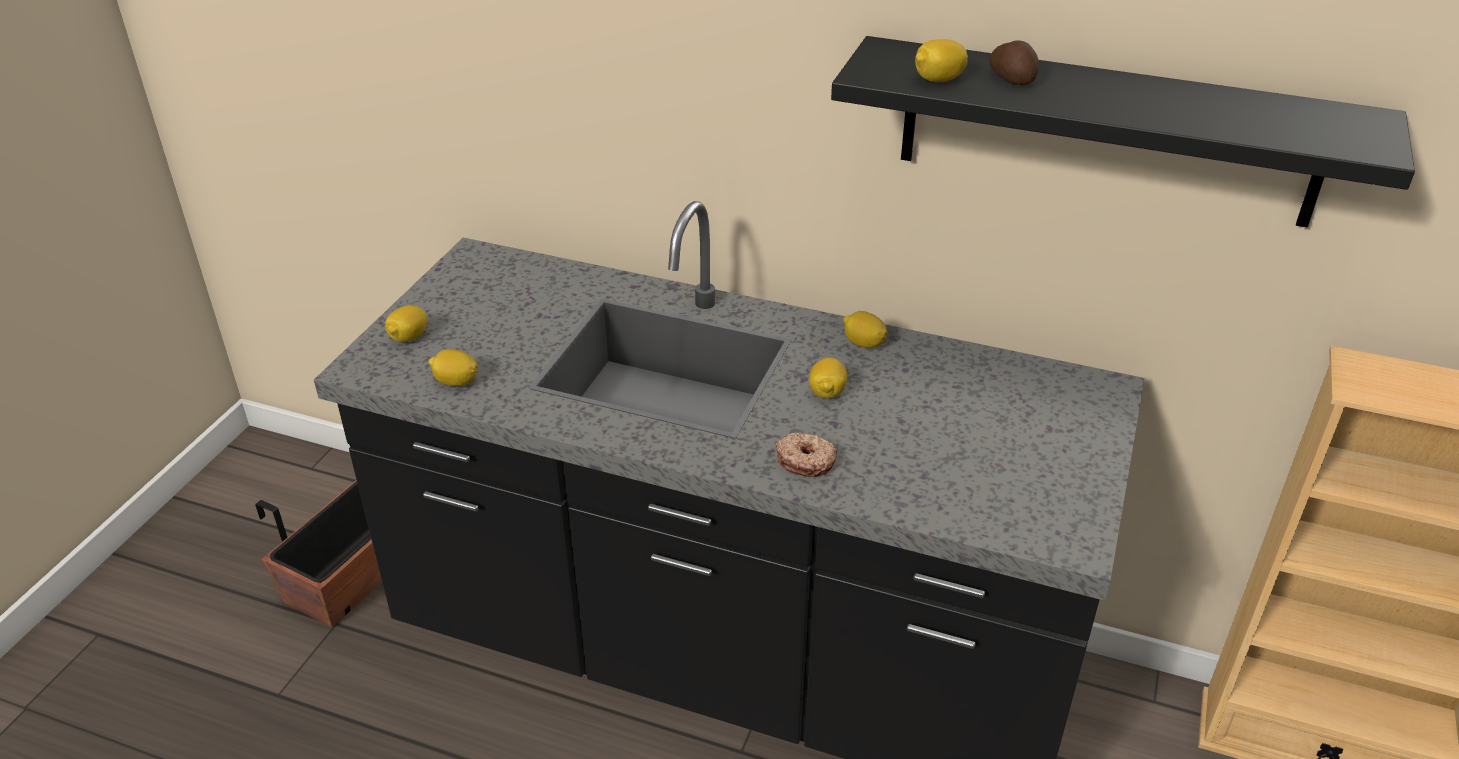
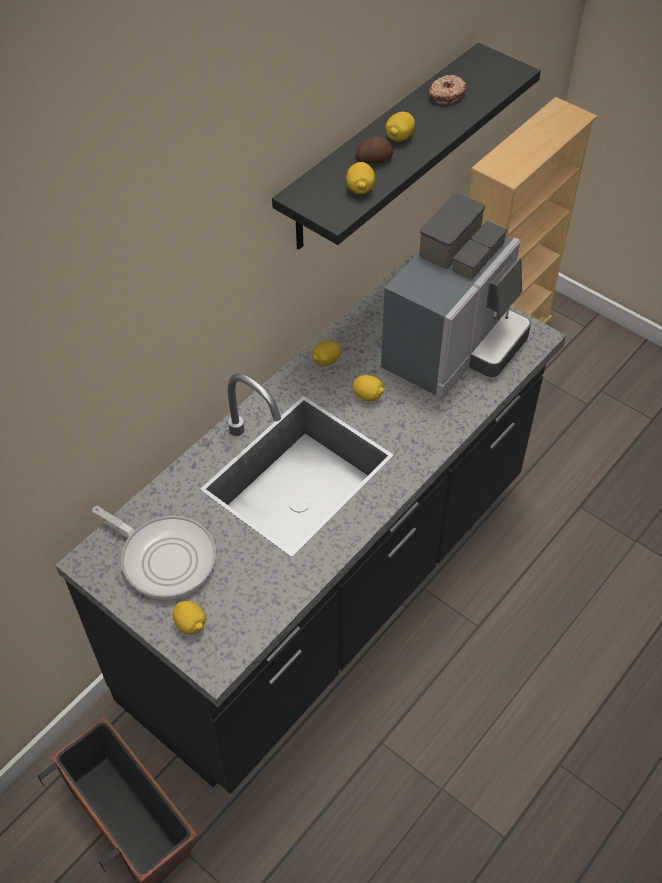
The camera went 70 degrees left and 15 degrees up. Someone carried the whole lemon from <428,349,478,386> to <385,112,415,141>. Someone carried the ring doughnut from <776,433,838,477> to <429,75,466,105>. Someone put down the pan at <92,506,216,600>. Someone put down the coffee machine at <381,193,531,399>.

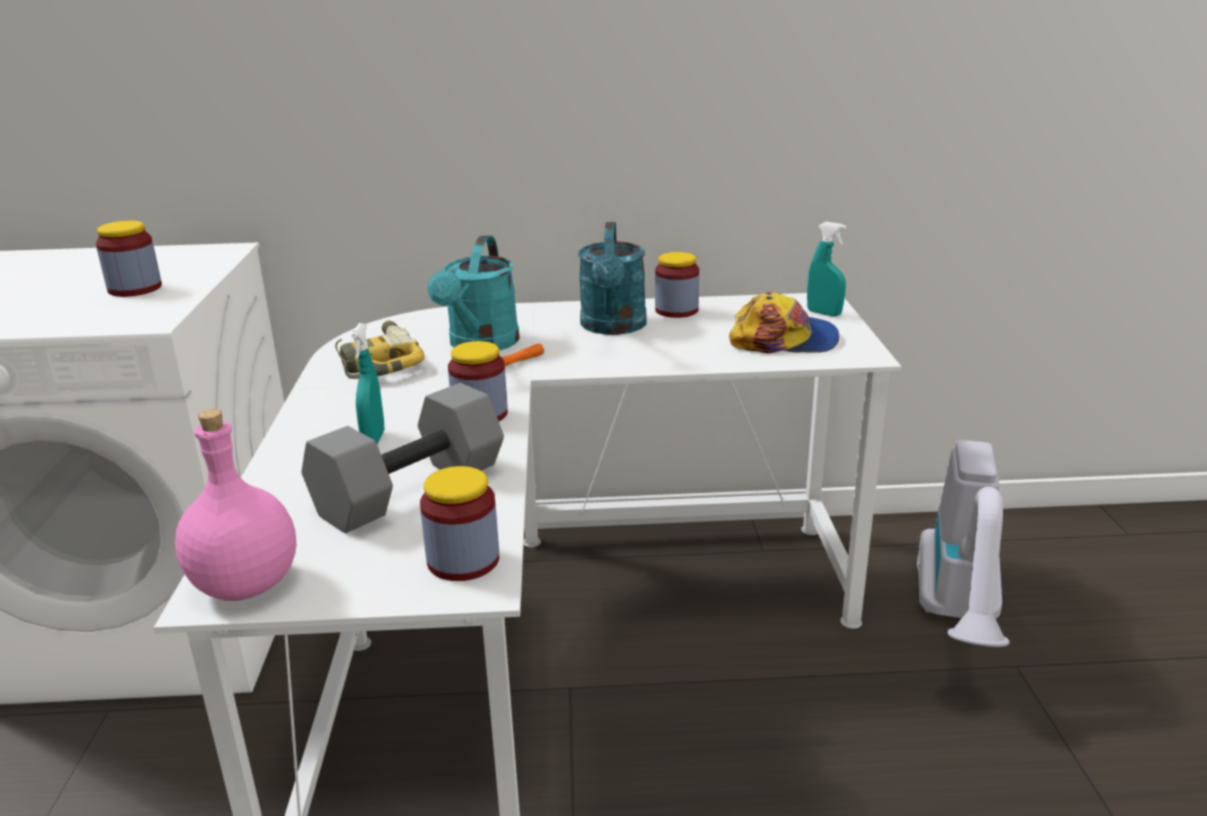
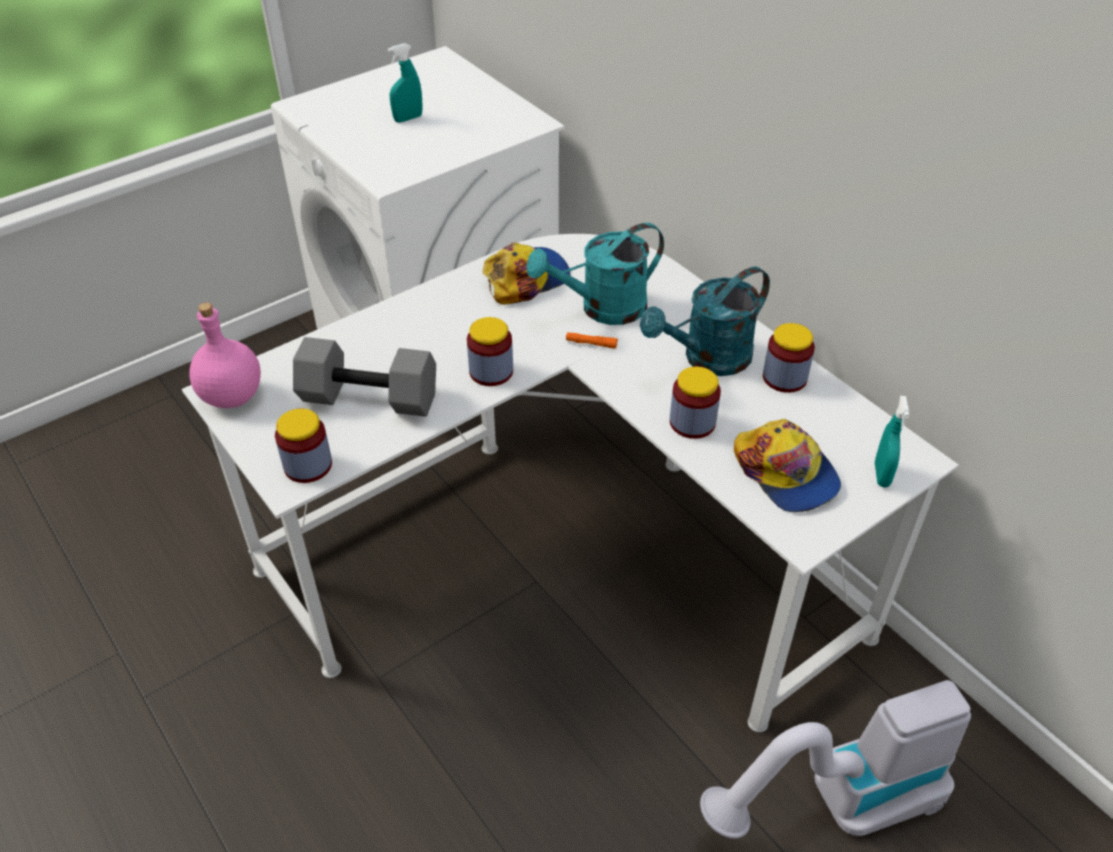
The camera went 55 degrees right and 20 degrees up. Someone carried the jar from <96,221,162,297> to <670,367,721,439>. Someone swapped the drill at <335,320,425,379> for the baseball cap at <483,242,570,305>. Someone carried the sprayer (blue-green) from <351,323,385,445> to <388,43,423,123>.

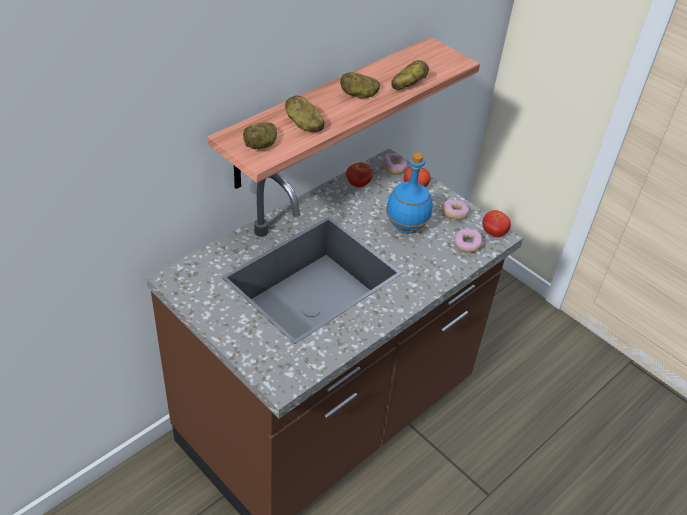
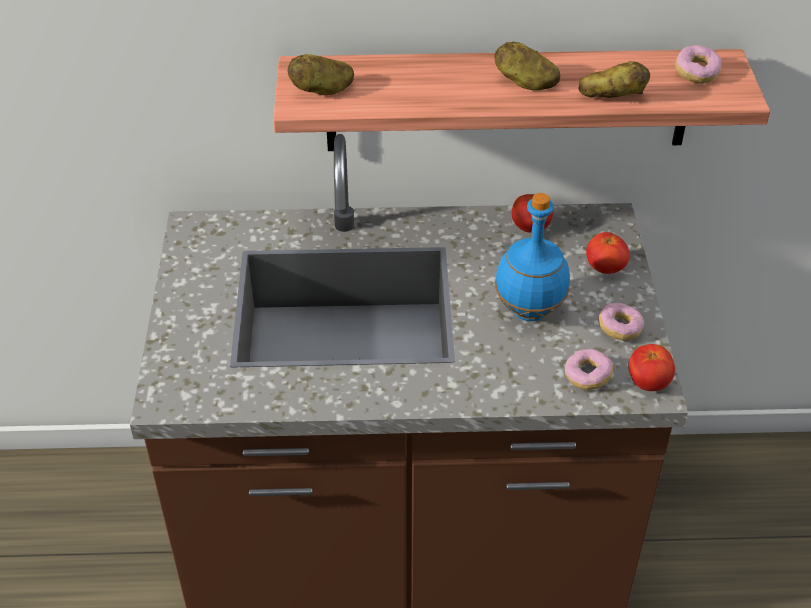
The camera went 45 degrees right and 0 degrees up. Someone took away the whole potato at <285,95,325,132>. Someone carried the ring doughnut from <382,153,408,175> to <675,45,722,83>.

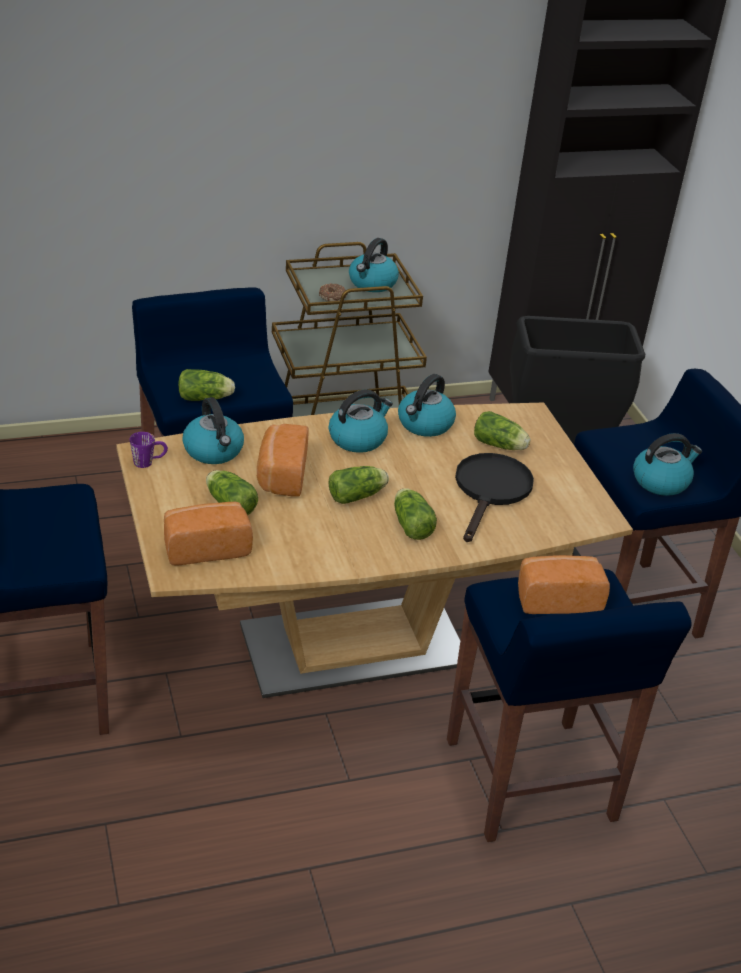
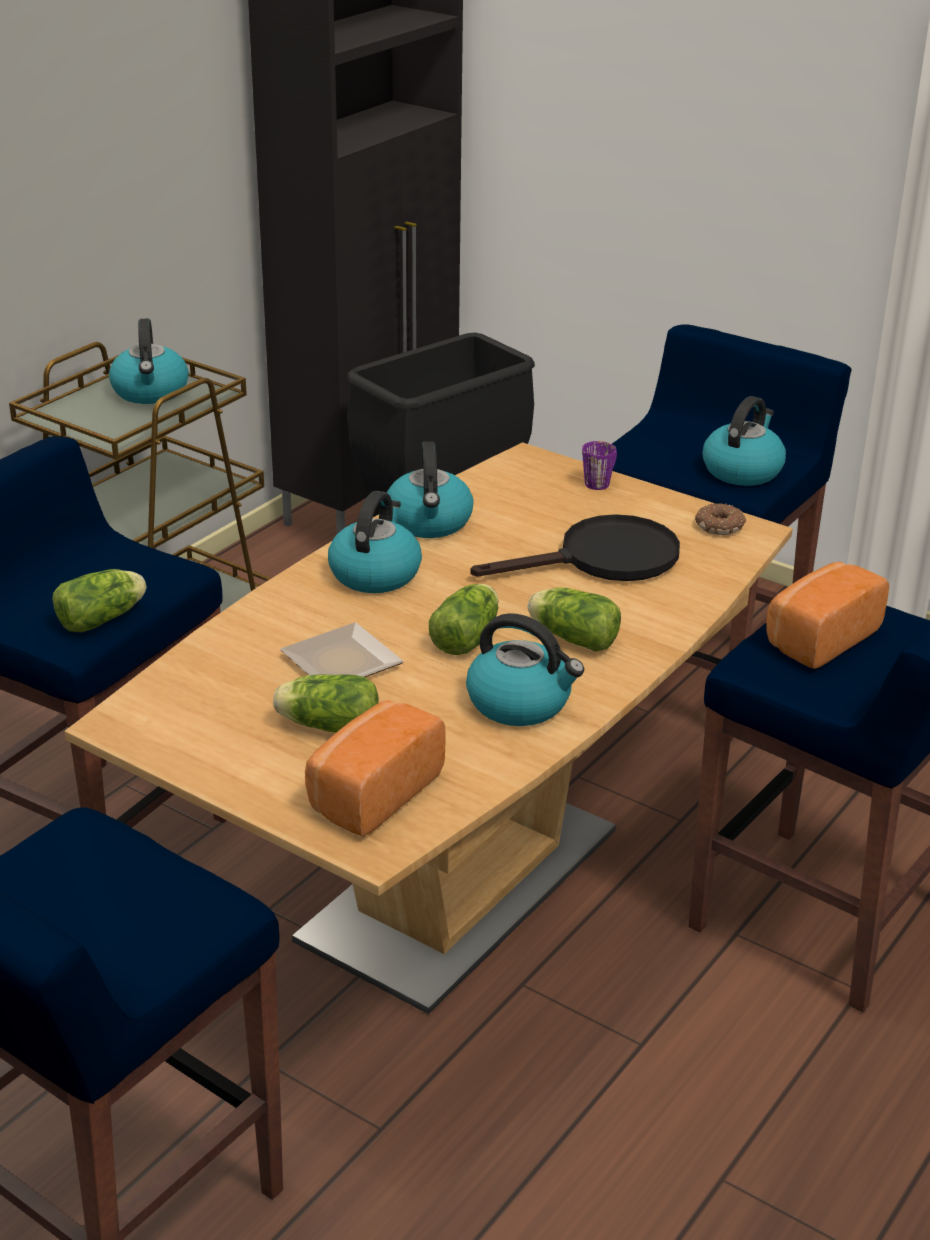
The camera went 35 degrees left and 5 degrees down. Someone carried the mug (purple-coloured) from <130,432,168,468> to <582,441,617,490>. Someone carried the tea kettle from <182,397,244,464> to <466,613,584,726>. Someone swapped the baked bread at <257,424,308,497> for the dinner plate at <280,622,404,677>. Someone carried the ring doughnut from <319,283,347,301> to <695,503,746,535>. Someone rotated the pan (black) at <455,453,534,542> by 90 degrees clockwise. Someone took away the lettuce head at <474,411,531,450>.

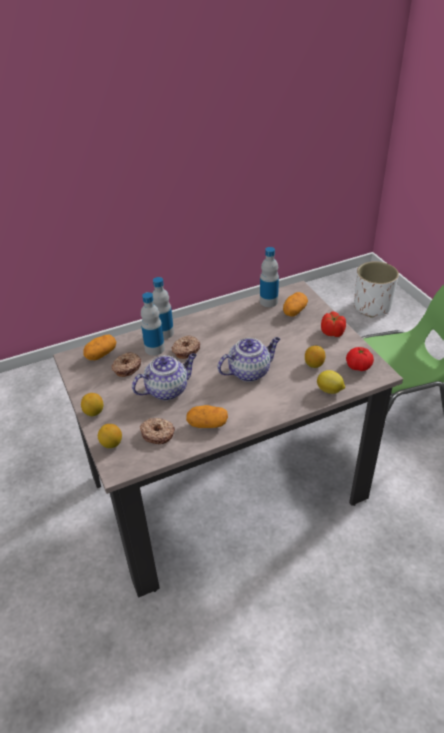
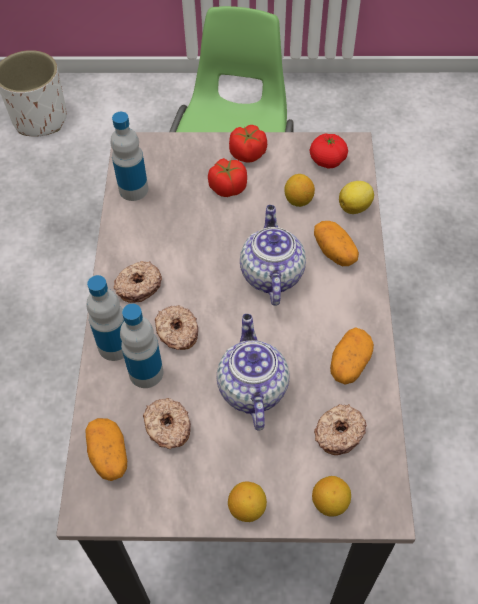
The camera went 65 degrees left and 15 degrees up. Someone carried the whole potato from <283,292,308,316> to <314,221,359,266>. Someone put down the ring doughnut at <113,261,162,303>. Someone put down the tomato at <208,158,247,197>.

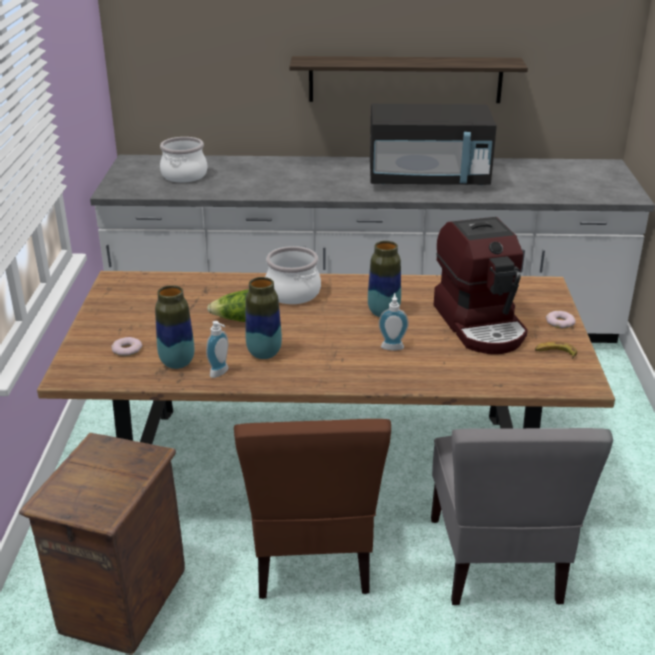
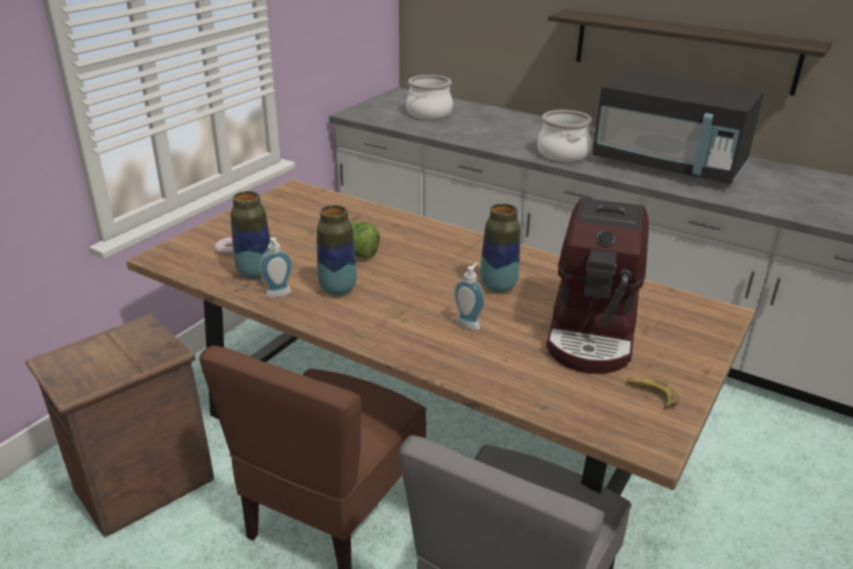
The camera went 30 degrees right and 0 degrees up. Someone carried the cooking pot from <265,246,321,304> to <537,110,592,162>. Someone took away the ring doughnut at <546,311,576,328>.

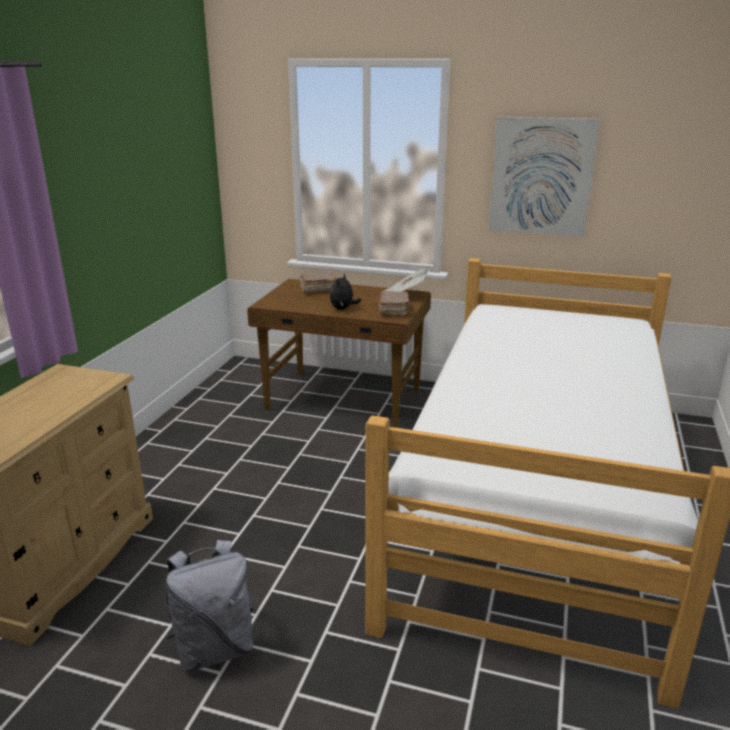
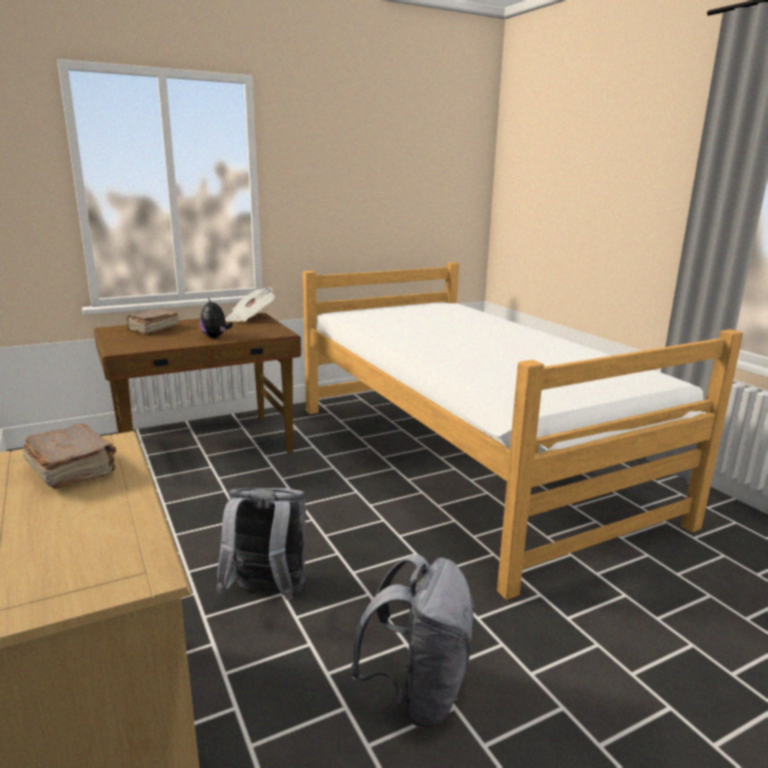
The camera went 45 degrees left and 5 degrees down. Someone carried the volume (brown-coloured) from <379,291,410,316> to <22,424,117,489>. Someone took away the wall art at <489,117,600,237>. Someone put down the rucksack (greyish) at <216,488,308,600>.

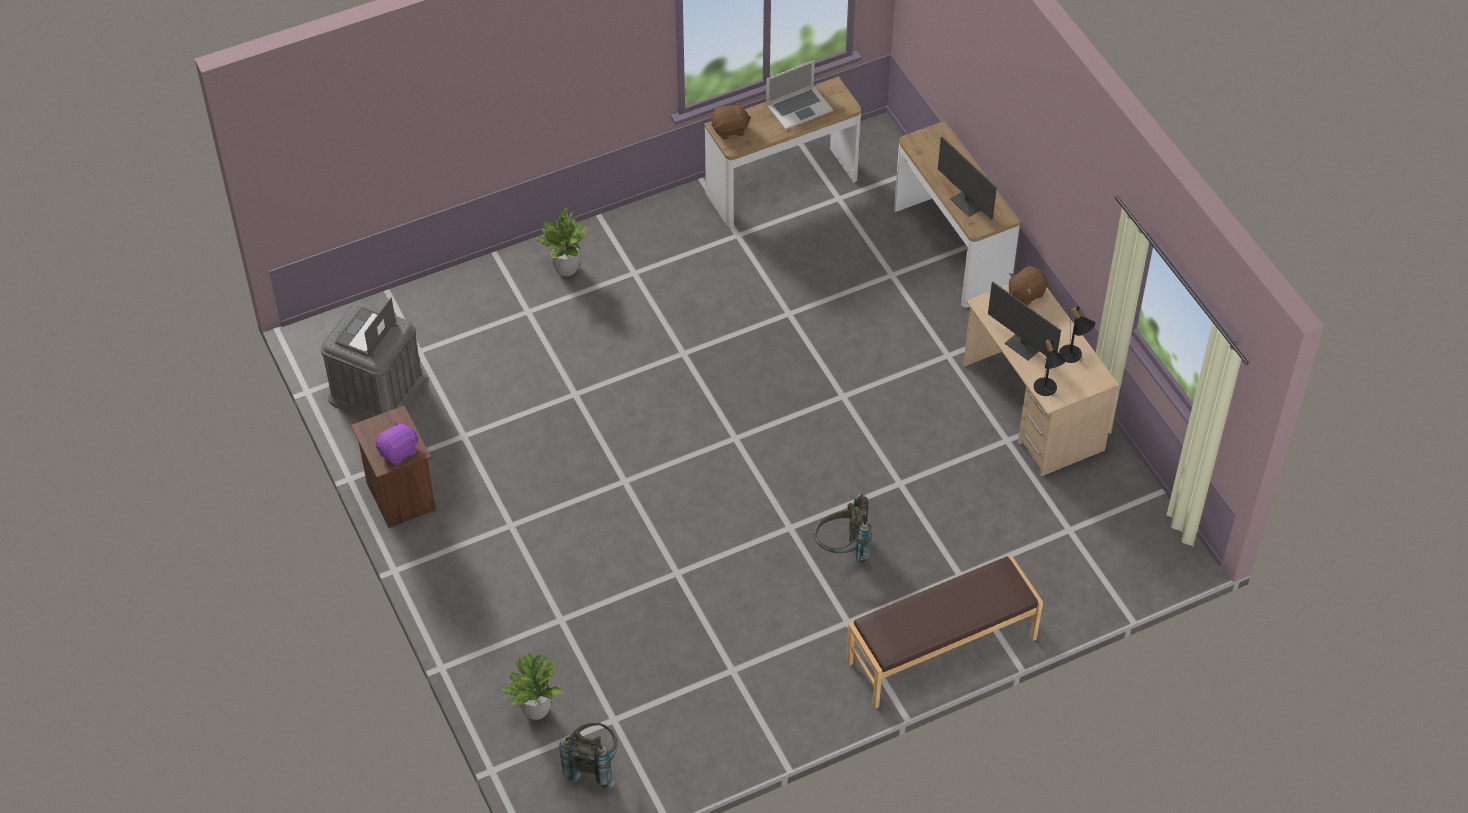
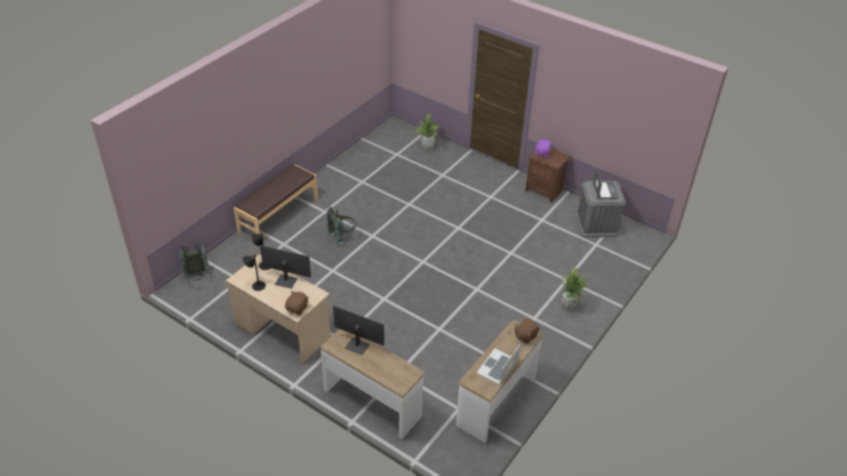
The camera went 150 degrees right and 10 degrees down. Someone carried the rucksack (greyish) from <559,722,618,790> to <179,244,209,281>.

